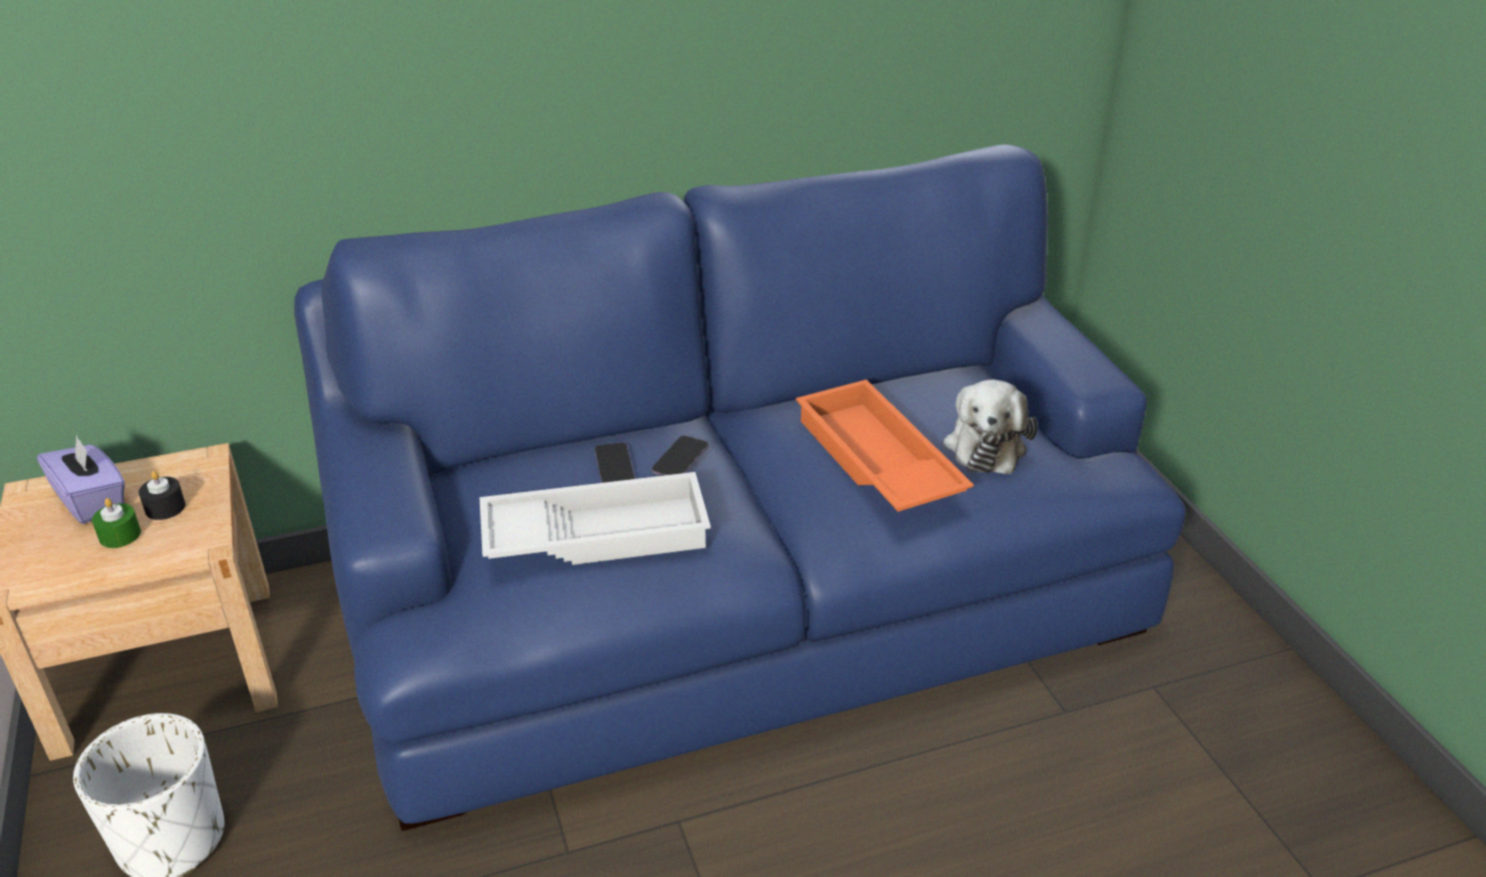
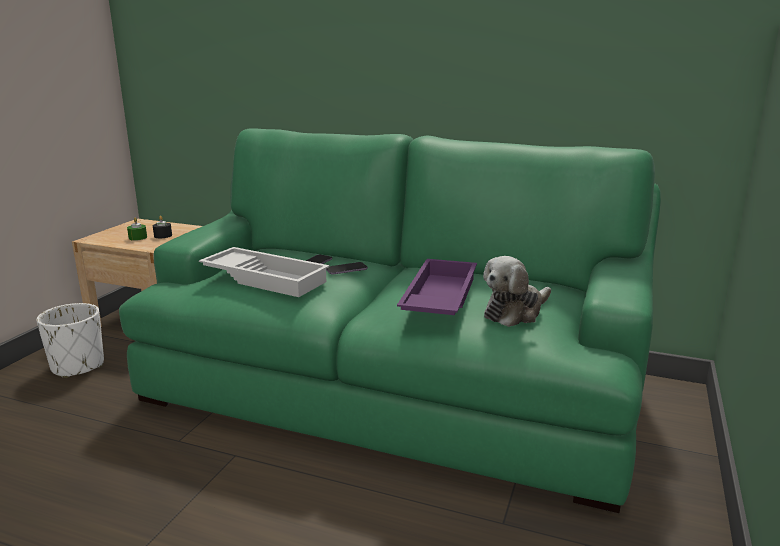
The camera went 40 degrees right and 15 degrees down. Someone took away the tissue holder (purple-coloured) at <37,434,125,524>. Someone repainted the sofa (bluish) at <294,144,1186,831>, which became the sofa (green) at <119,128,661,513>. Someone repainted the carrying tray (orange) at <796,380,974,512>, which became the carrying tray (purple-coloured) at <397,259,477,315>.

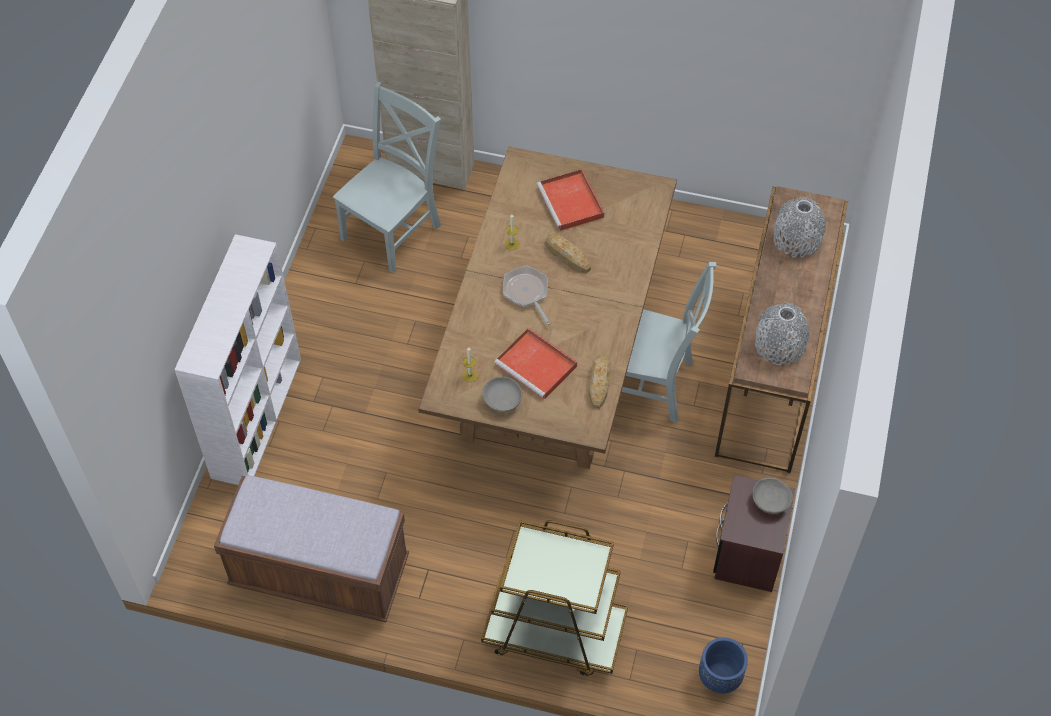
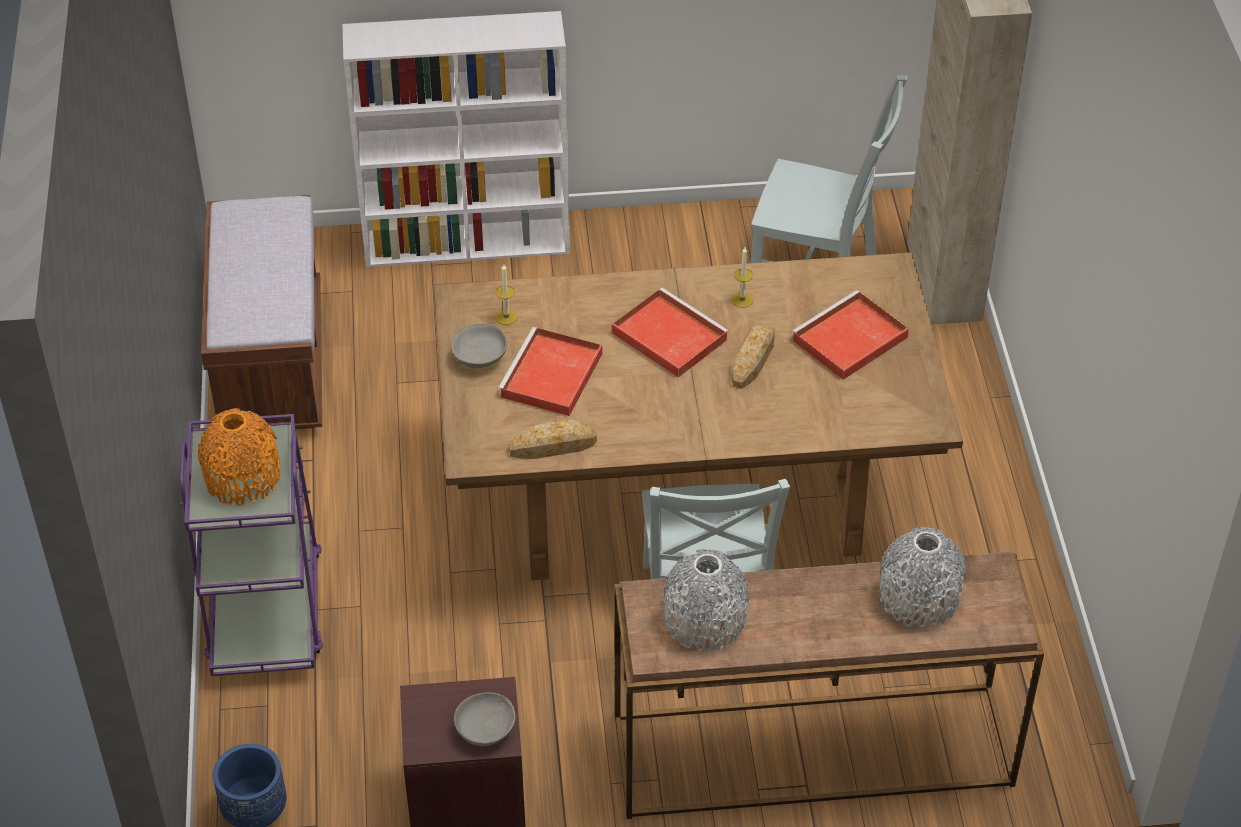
The camera went 70 degrees right and 10 degrees down. Someone repainted the wheeled cart (brown-coloured) at <481,520,628,676>, which became the wheeled cart (purple-coloured) at <179,414,323,676>. Someone swapped the pan at <503,266,550,325> for the carrying tray (red-coloured) at <612,288,729,378>. Someone put down the vase (orange) at <198,408,280,506>.

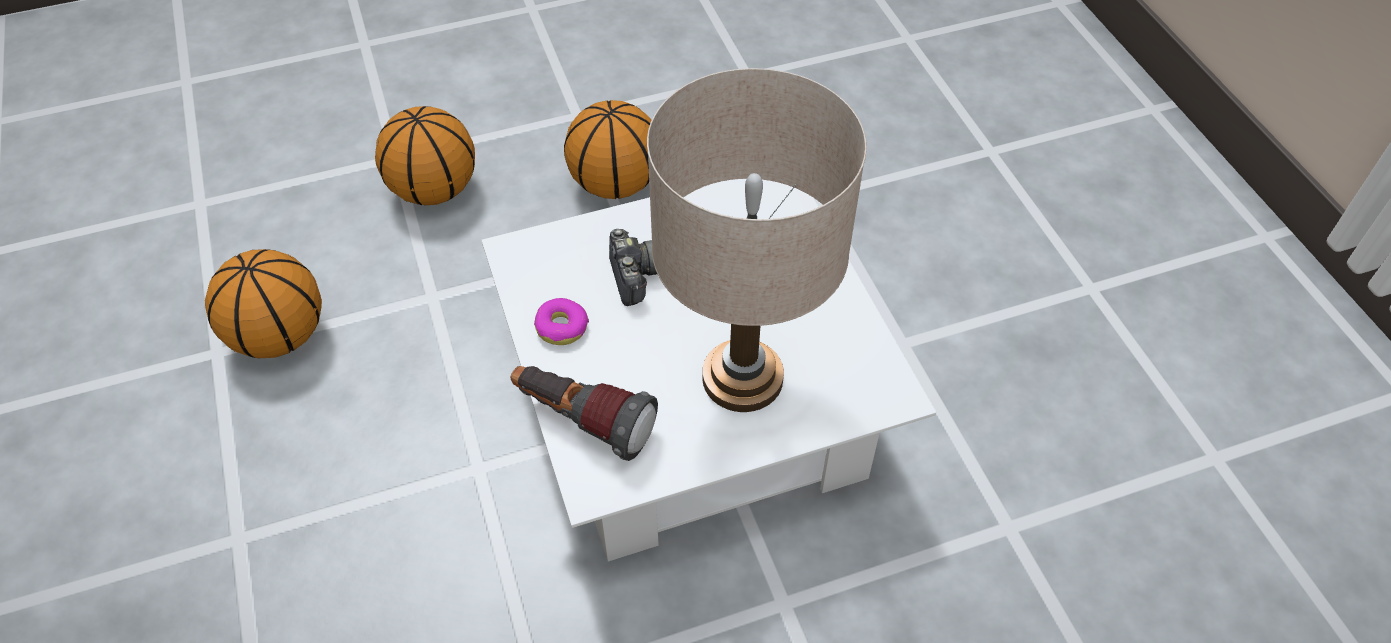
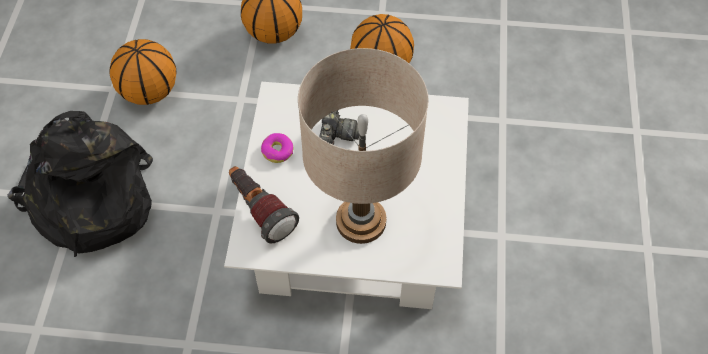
The camera went 25 degrees right and 5 degrees up. Someone put down the rucksack (black) at <7,111,153,257>.

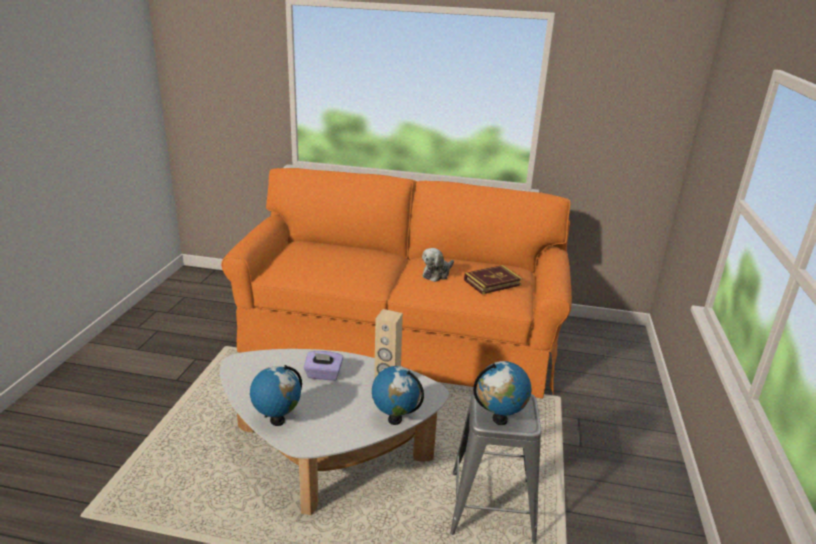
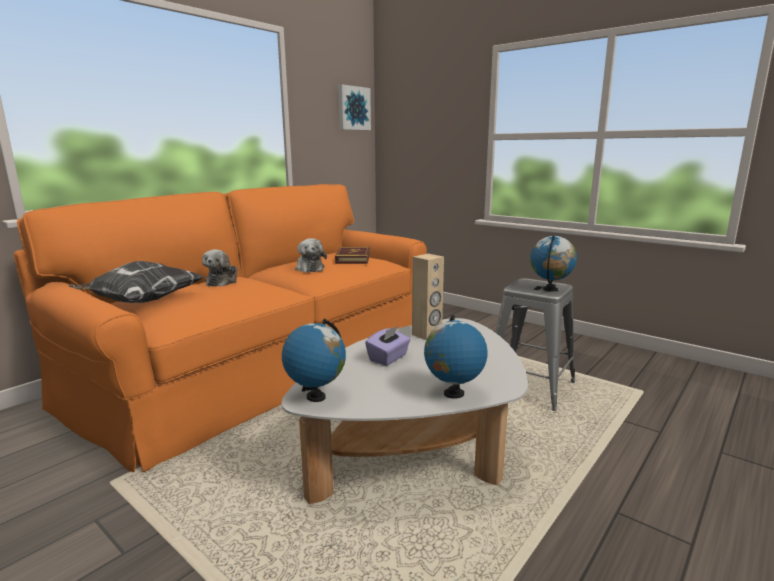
The camera went 60 degrees left and 10 degrees down. Someone carried the desk globe from <372,366,424,425> to <282,319,346,402>. Someone put down the cushion at <69,261,204,303>. Someone put down the plush toy at <202,249,238,286>. Someone put up the wall art at <338,85,371,130>.

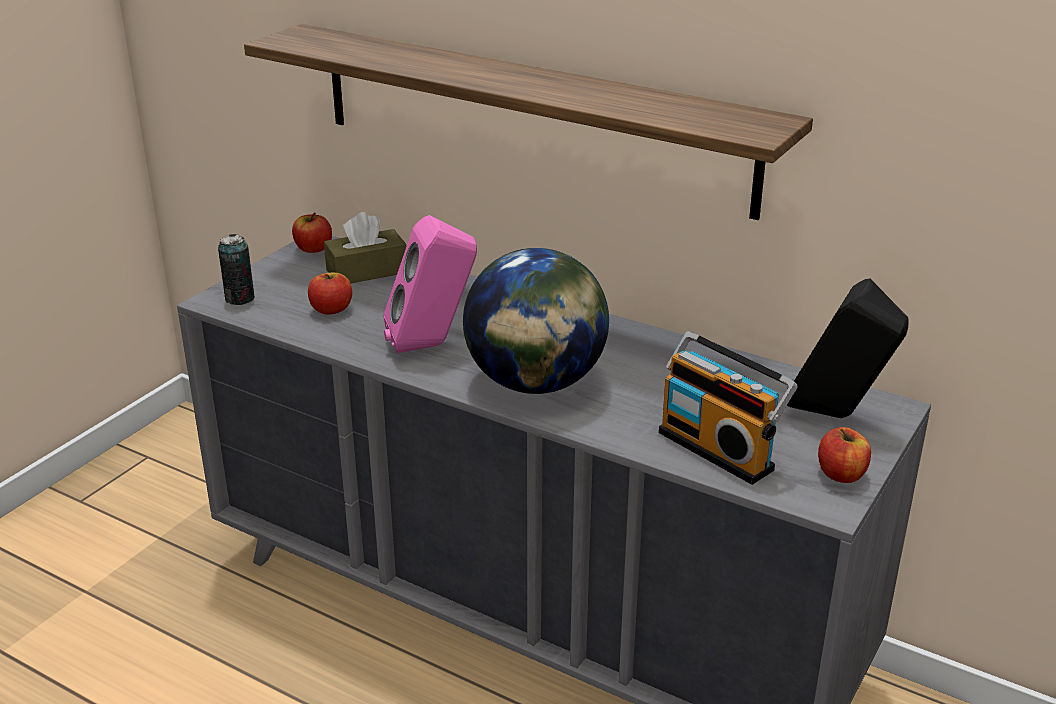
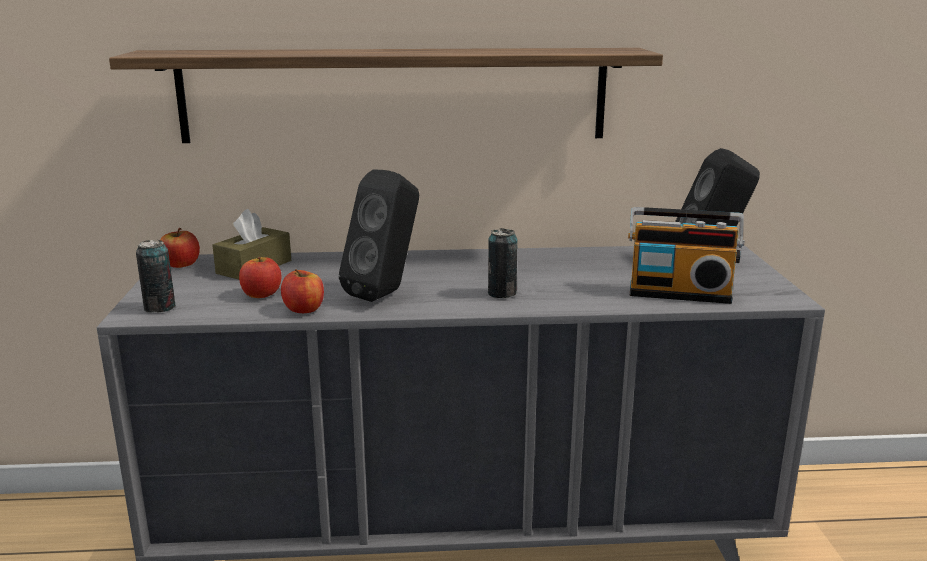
The camera went 35 degrees left and 10 degrees down. Someone repainted the audio speaker (pinkish) at <384,215,477,353>, which became the audio speaker (black) at <339,169,419,302>. Someone swapped the desk globe at <463,248,609,394> for the metal can at <488,228,518,298>. Someone carried the apple from <818,427,871,483> to <281,269,324,313>.

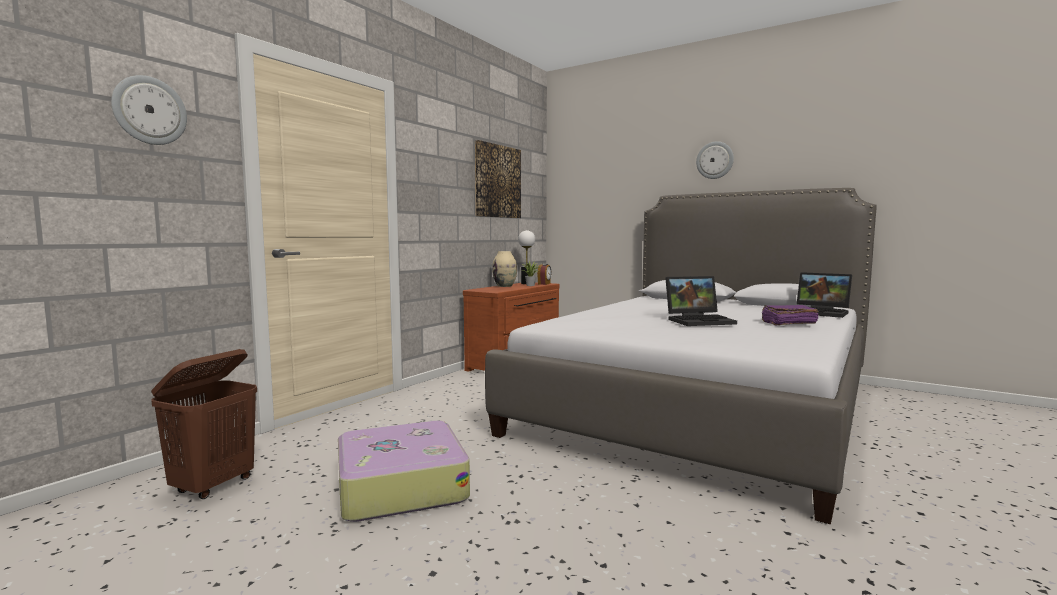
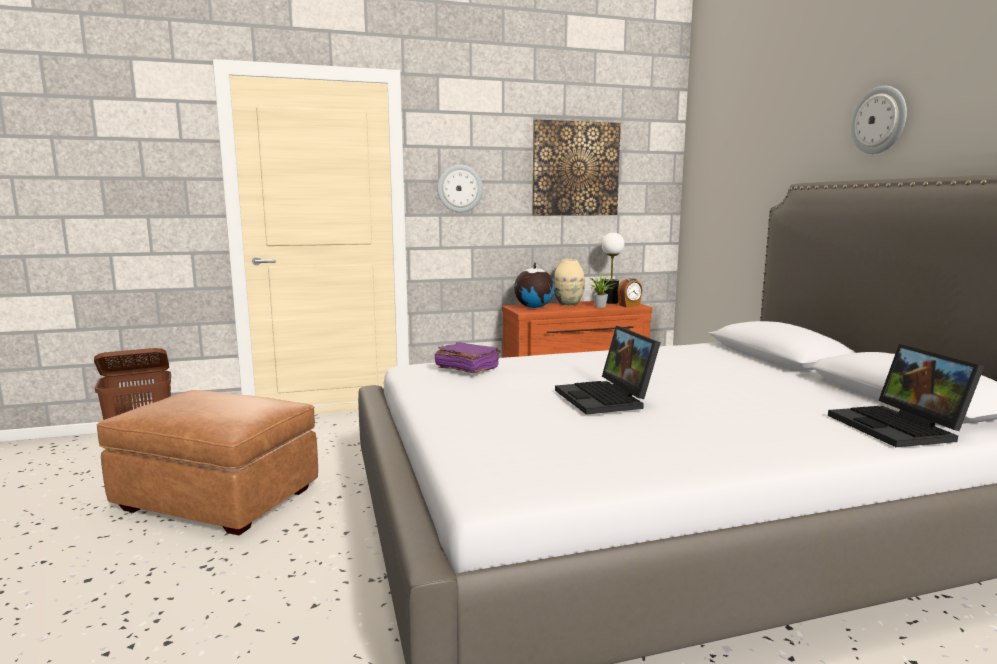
The camera went 40 degrees right and 5 degrees up. Someone carried the hanging clock from <111,75,187,145> to <437,165,483,213>. Someone swapped the travel case at <338,421,470,522> for the pouffe (brown-coloured) at <96,390,318,535>. Someone rotated the portable computer at <665,276,737,326> by 45 degrees clockwise. Someone carried the volume (purple-coloured) from <762,305,819,326> to <435,342,501,373>. Someone put down the desk globe at <514,262,554,308>.

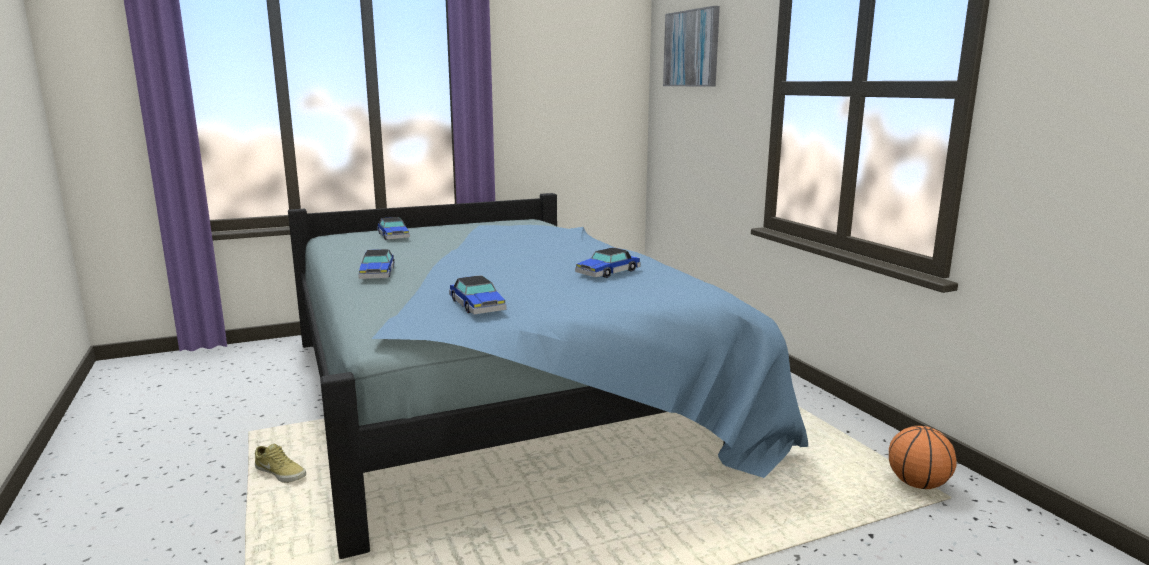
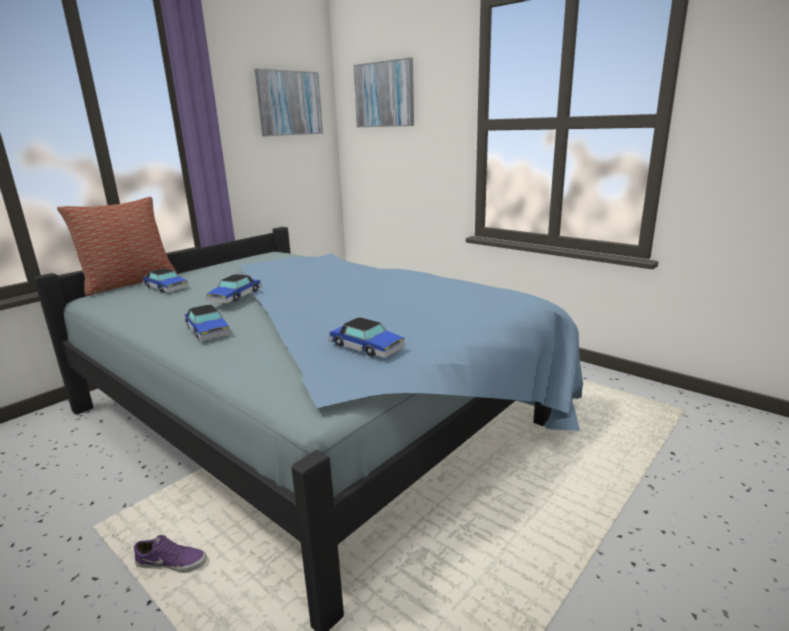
The camera went 25 degrees left and 5 degrees up. Someone repainted the low shoe (beige-coloured) at <255,444,306,483>, which became the low shoe (purple-coloured) at <134,535,207,573>. Someone carried the model car from <575,248,641,278> to <206,274,262,303>. Someone took away the basketball at <889,426,957,489>. Someone put down the cushion at <57,197,177,296>. Someone put up the wall art at <255,69,323,137>.

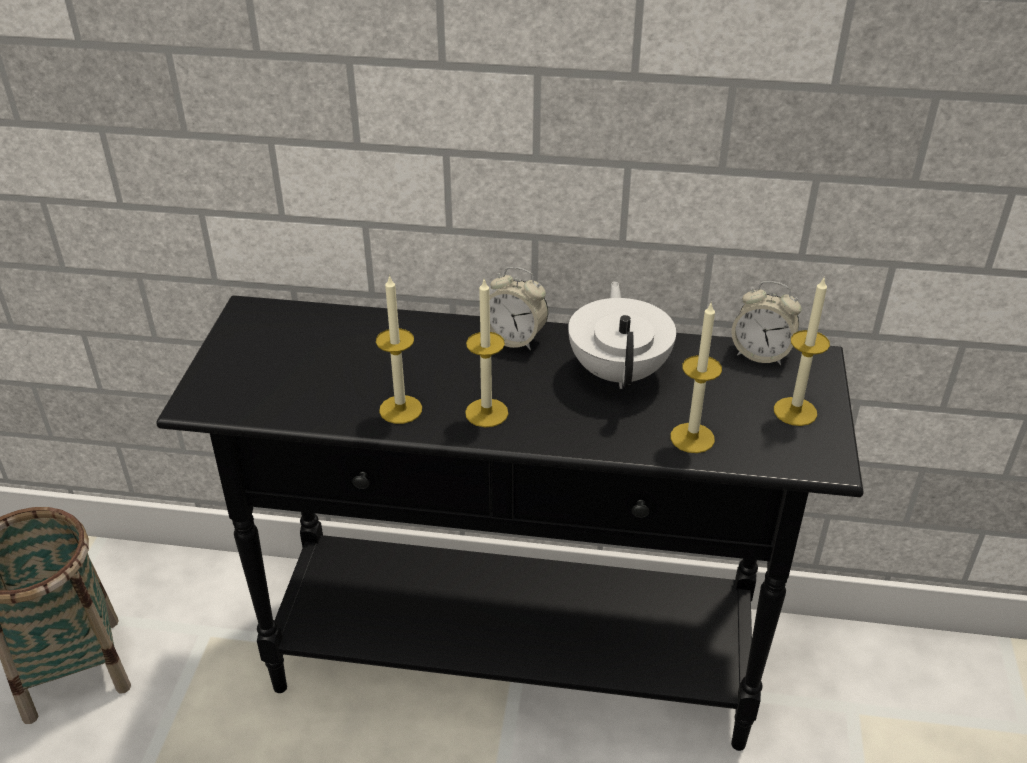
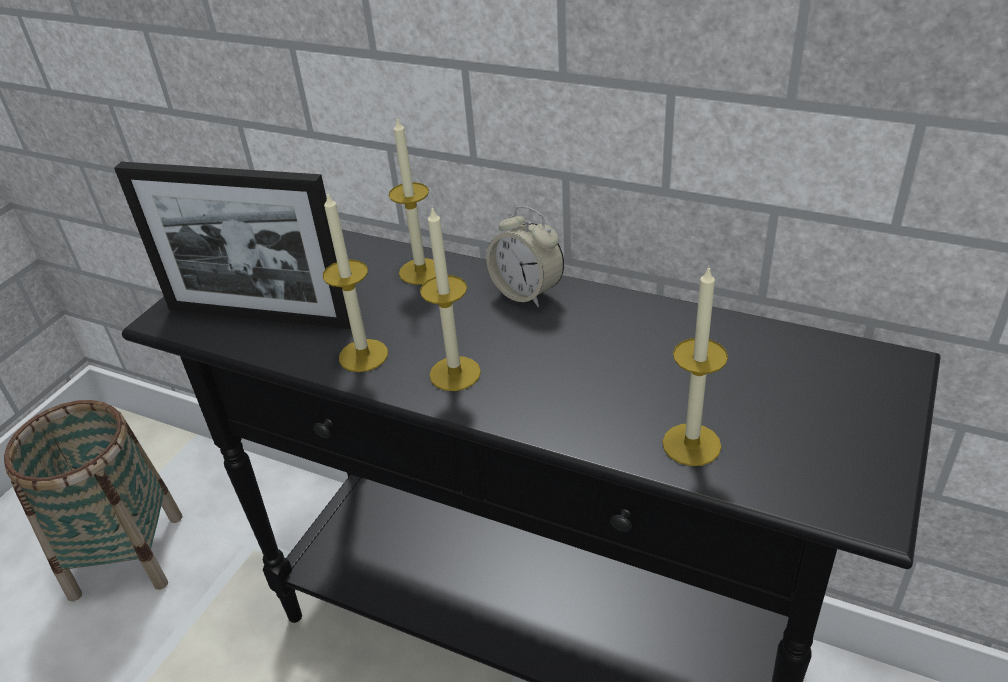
The camera went 20 degrees right and 0 degrees up. Someone took away the pot for tea (whitish) at <568,281,676,389>. Someone took away the bedside clock at <731,281,802,365>. Someone carried the wax candle from <774,278,830,426> to <389,118,436,285>. Someone put down the photo frame at <114,162,351,329>.

